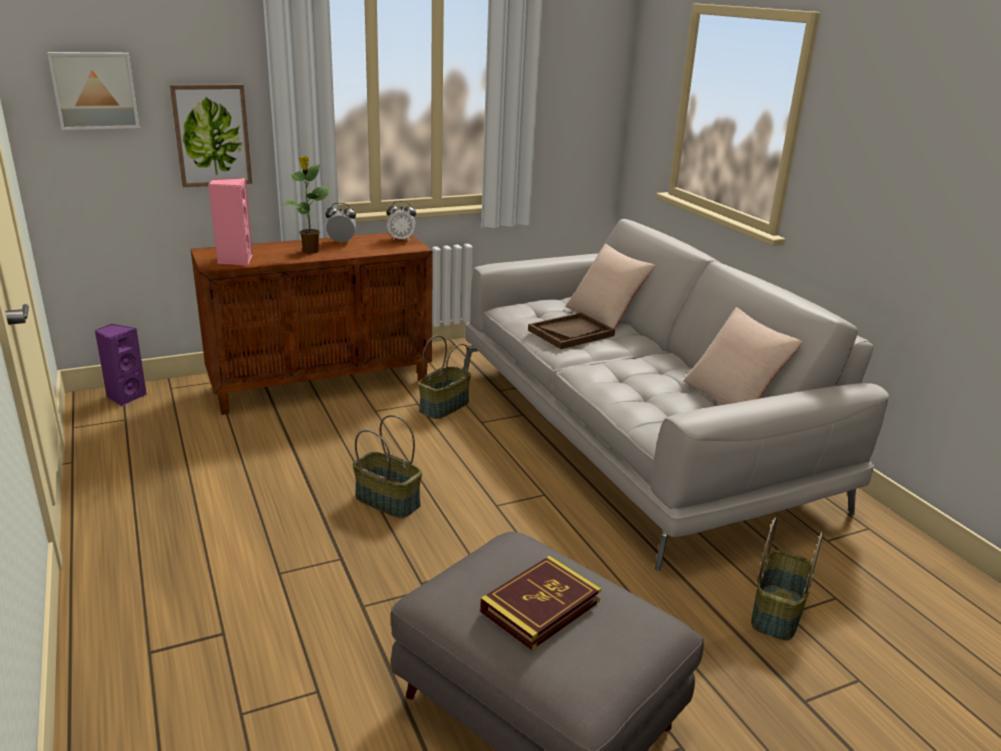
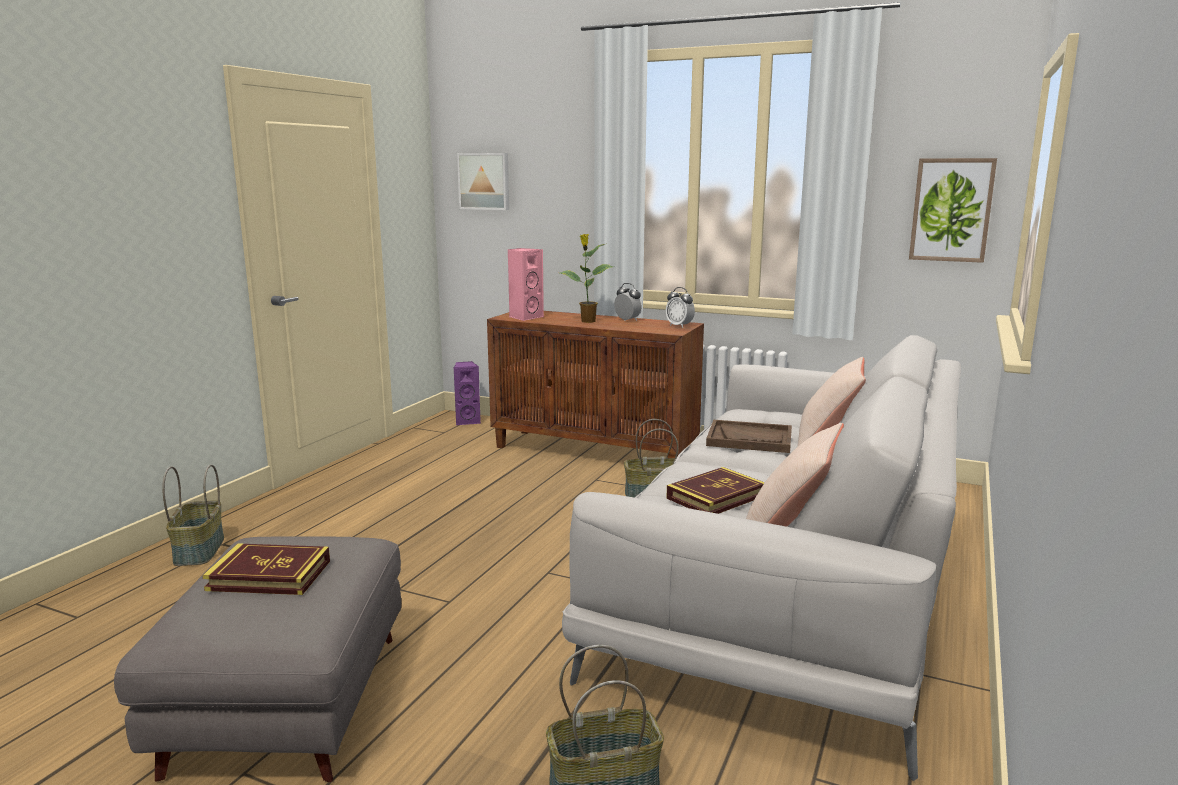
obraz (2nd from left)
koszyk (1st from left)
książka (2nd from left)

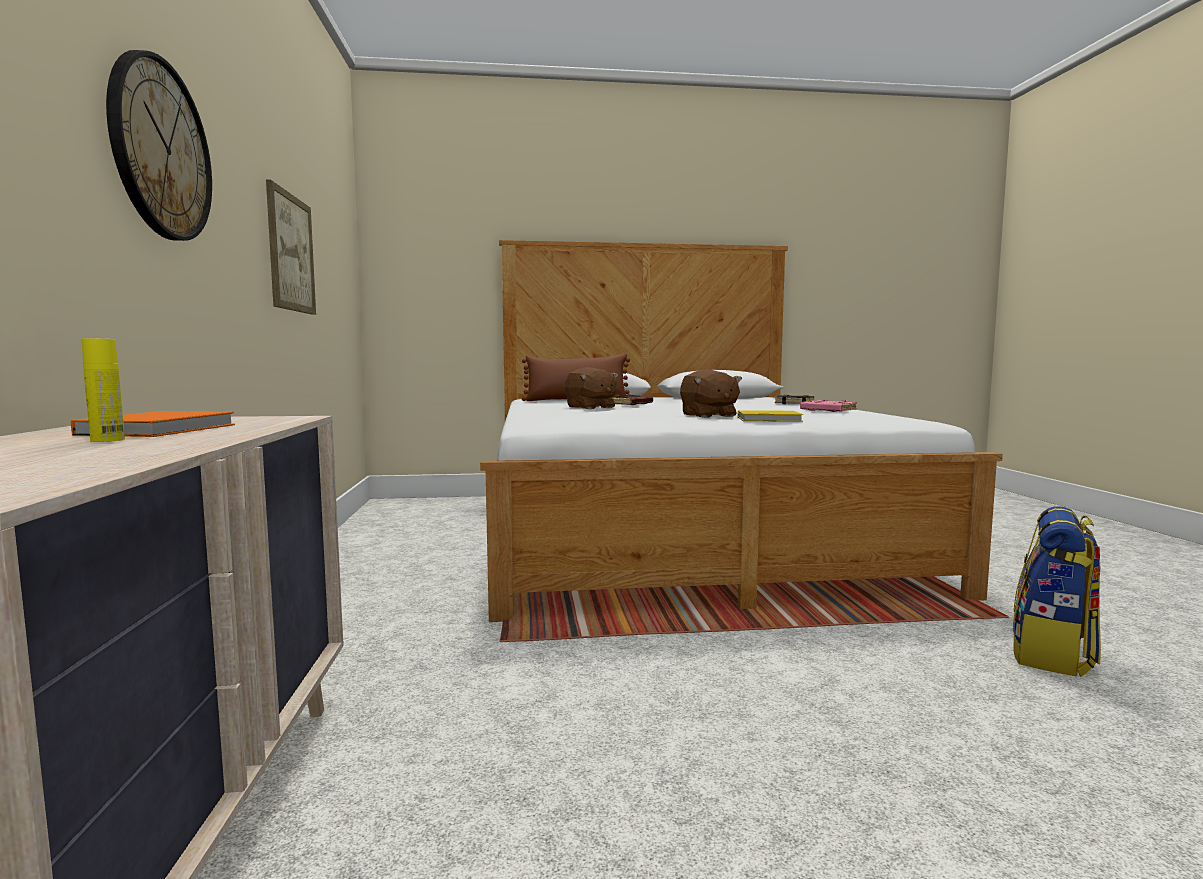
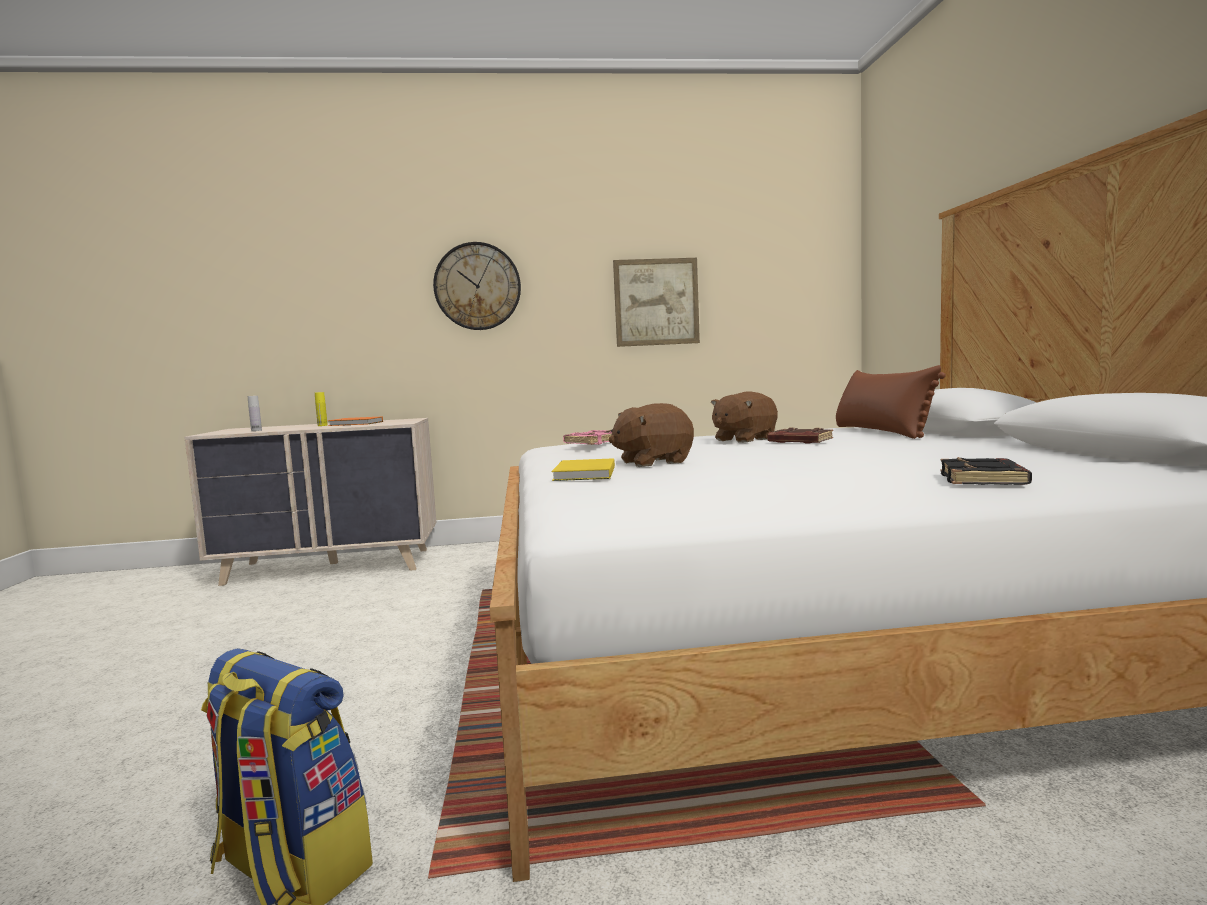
książka (różowy)
butelka (biały)

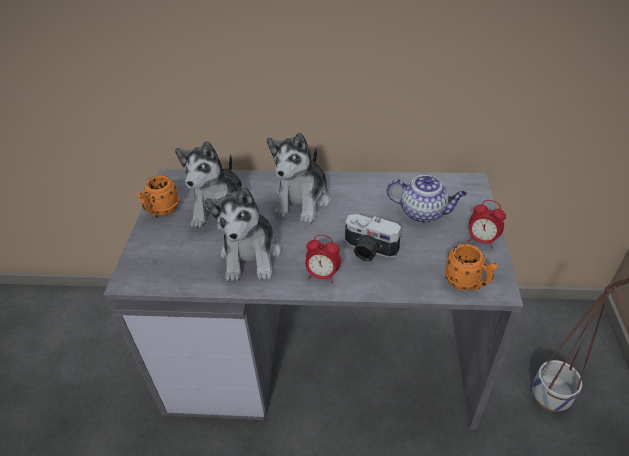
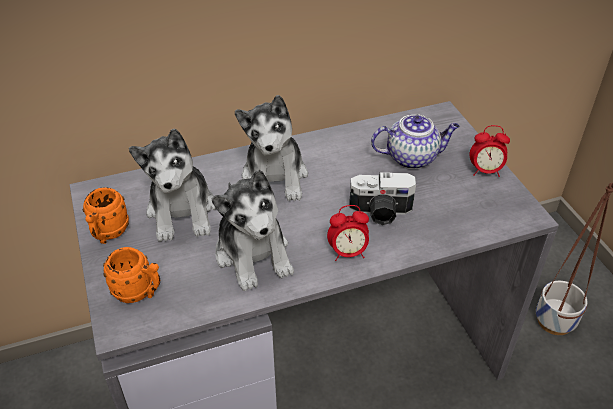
kubek (pomarańczowy) (2nd from left)

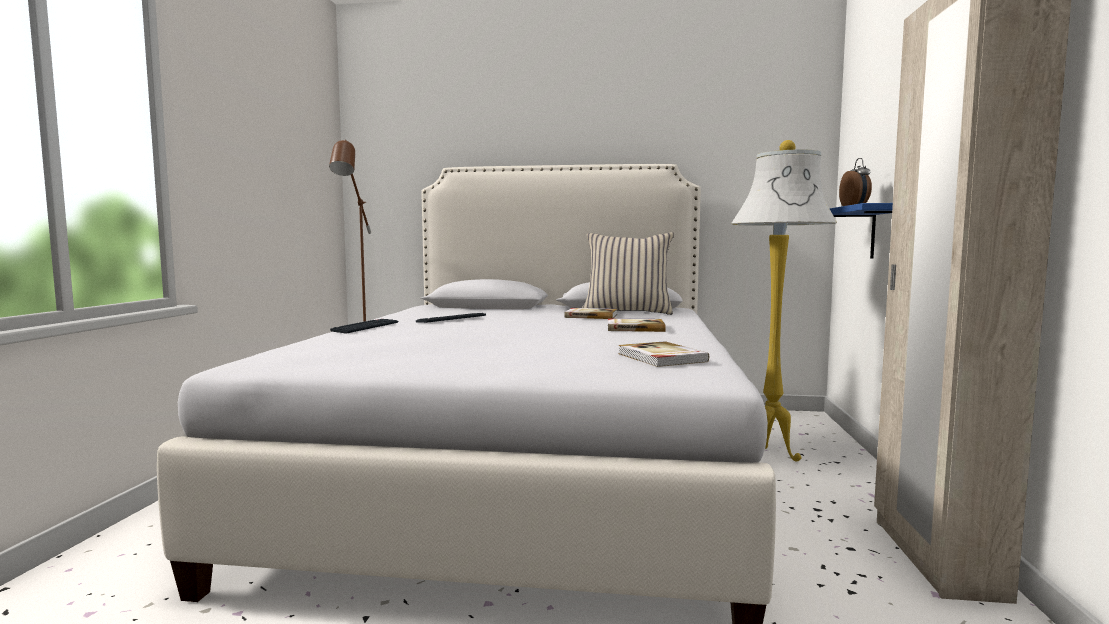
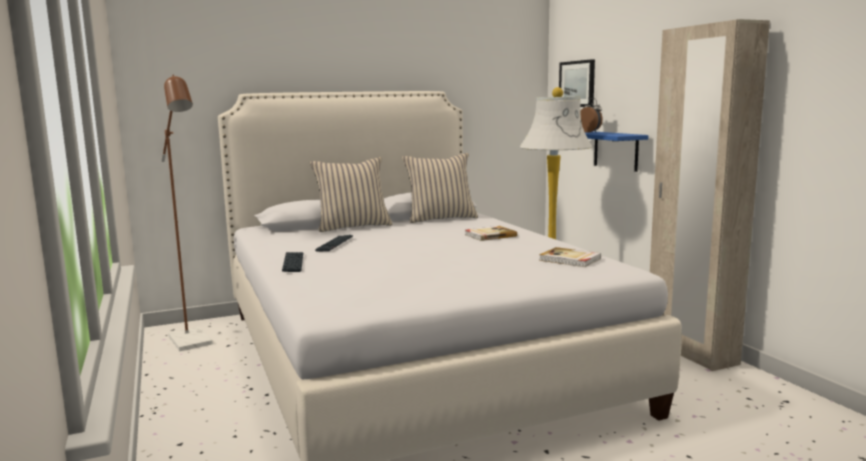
książka (1st from left in the first image)
poduszka (beżowy) (1st from left)
obraz

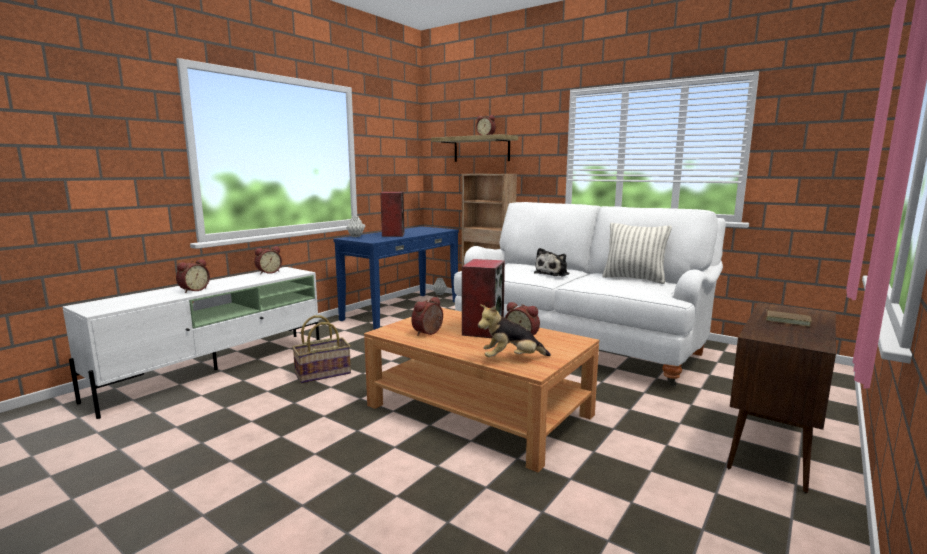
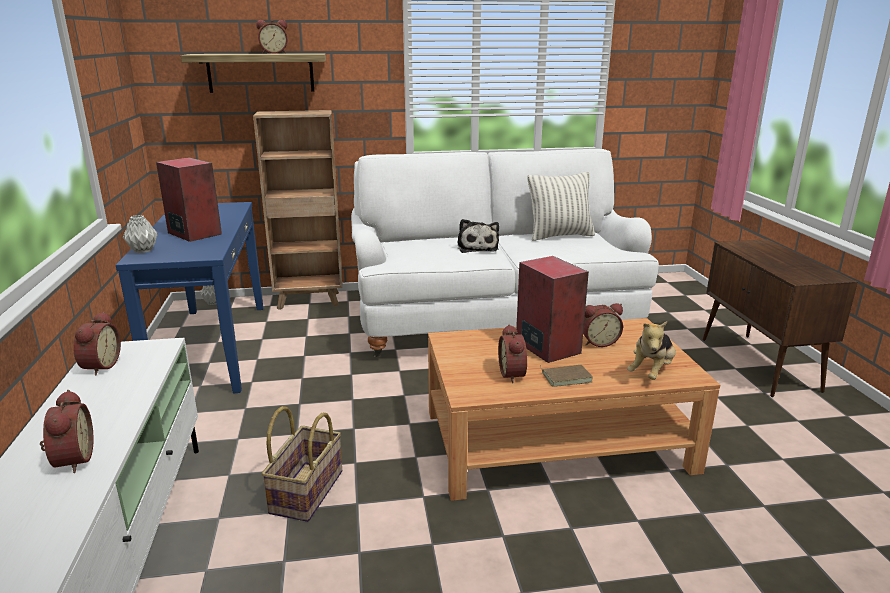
książka (brązowy)

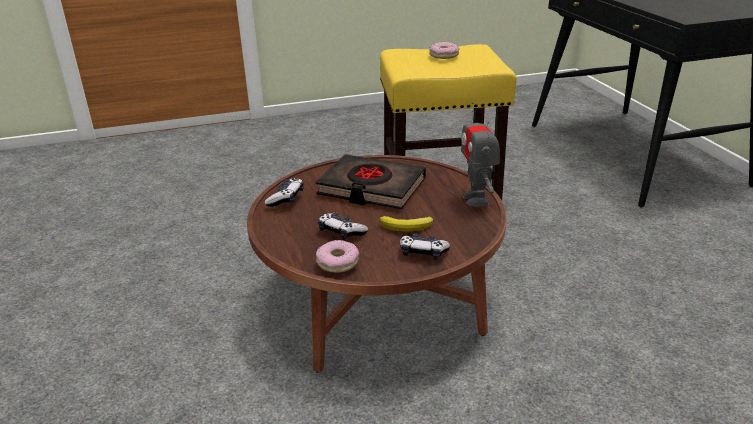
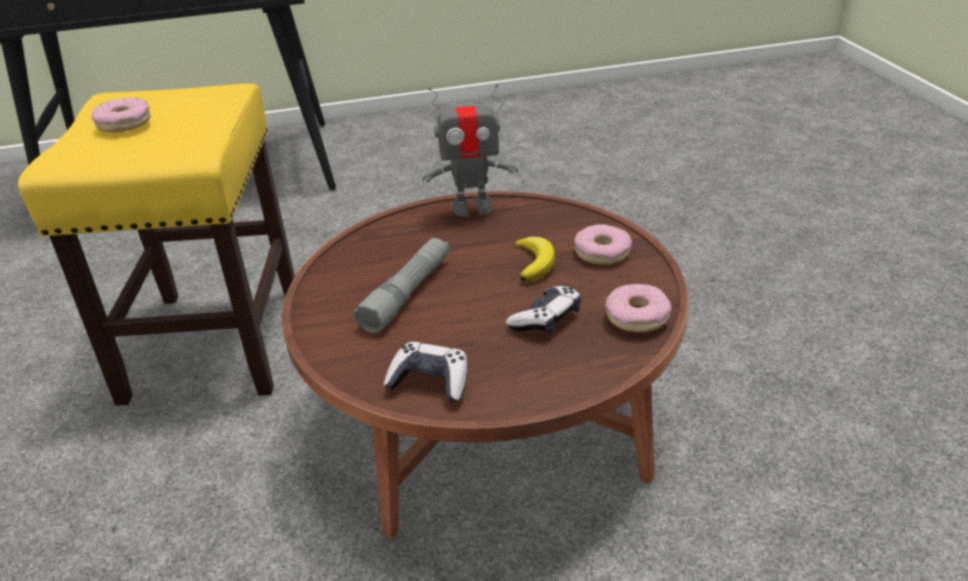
latarka (szary)
donut (2nd from left)

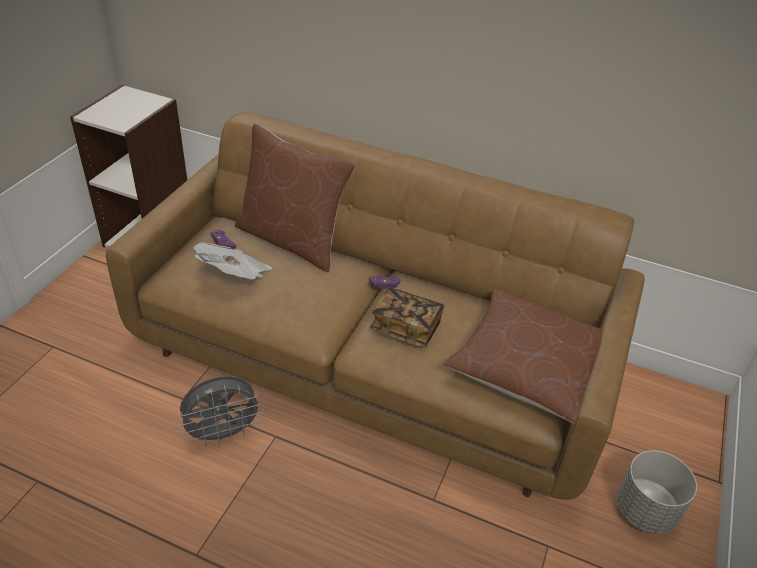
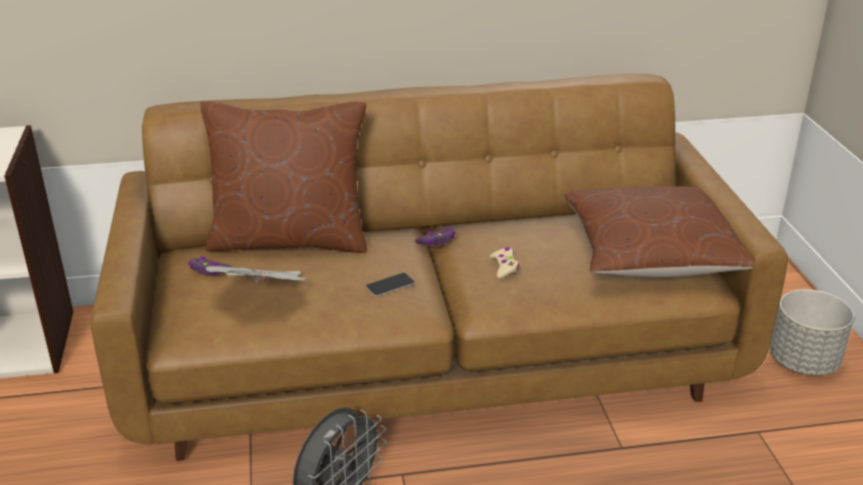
pad do gier (beżowy)
telefon

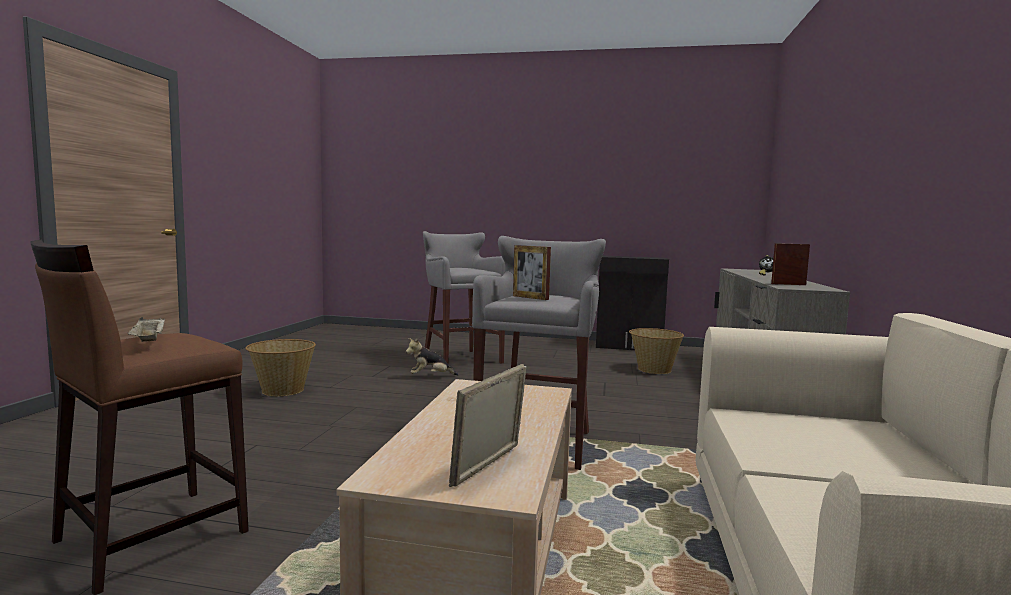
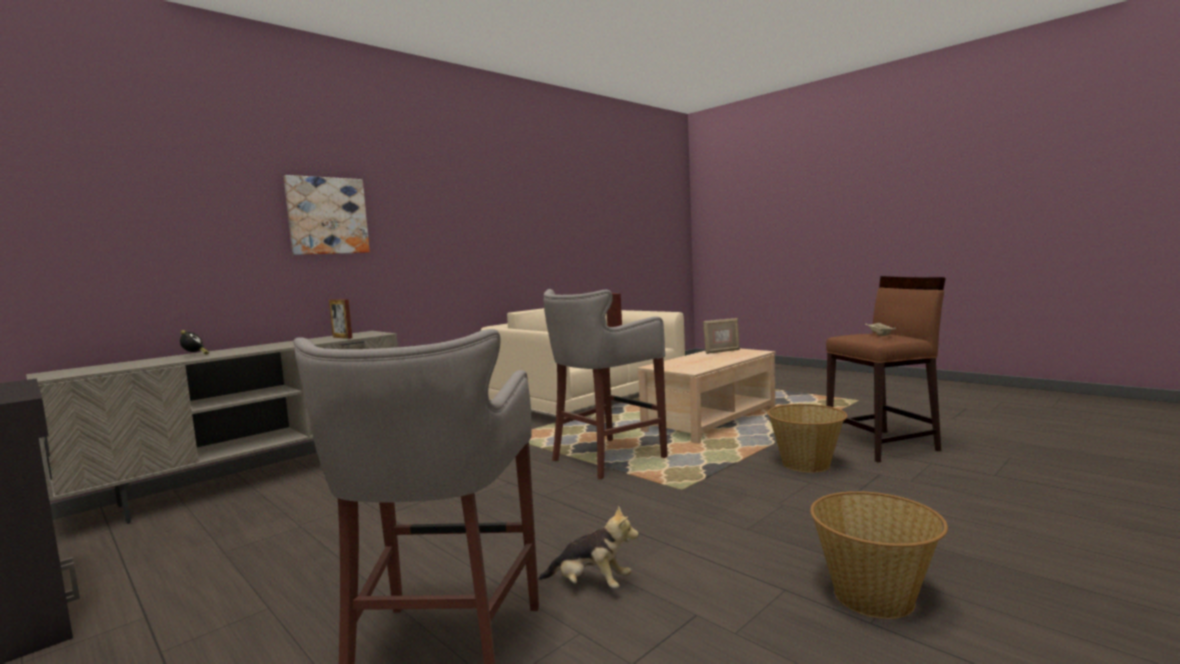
koszyk (1st from left)
obraz

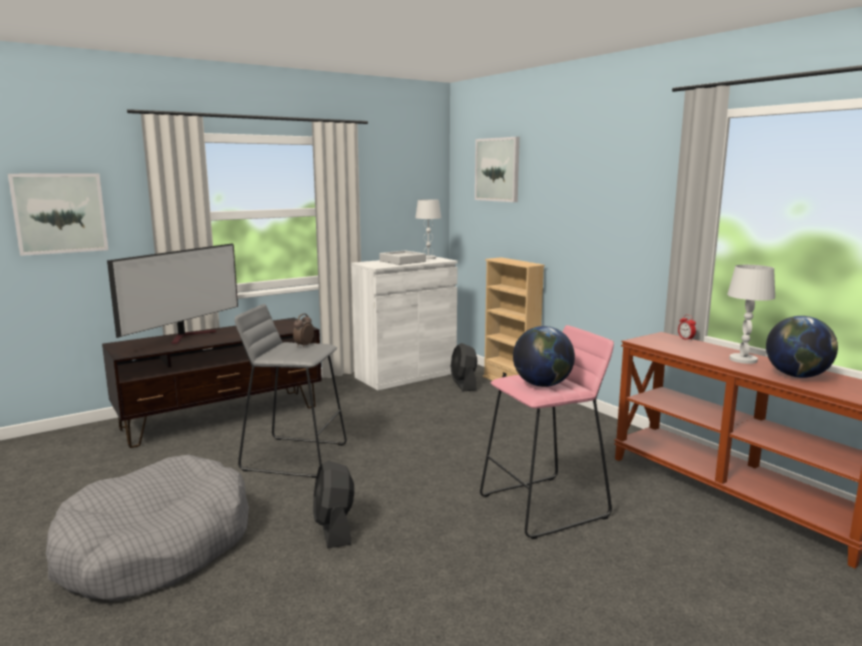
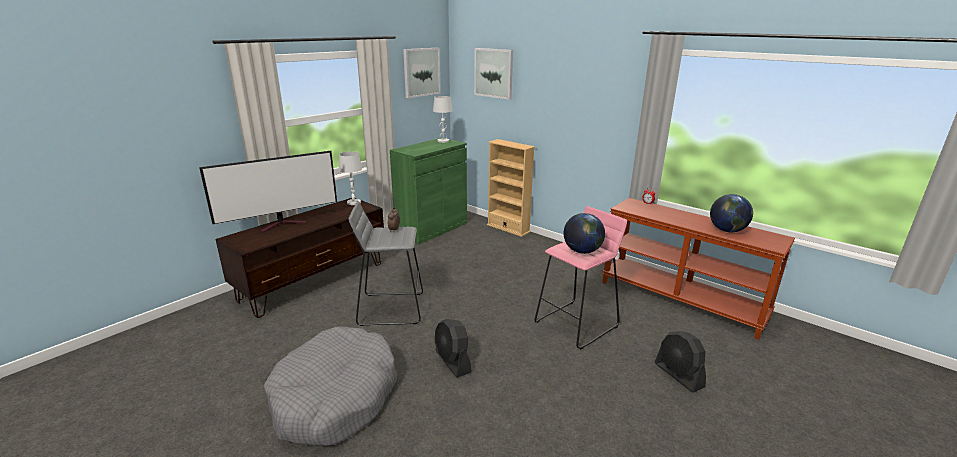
obraz (1st from left)
telewizor
szafka (zielony)
taca (szary)
wentylator (czarny) (2nd from left)
lampa stołowa (biały) (1st from left)

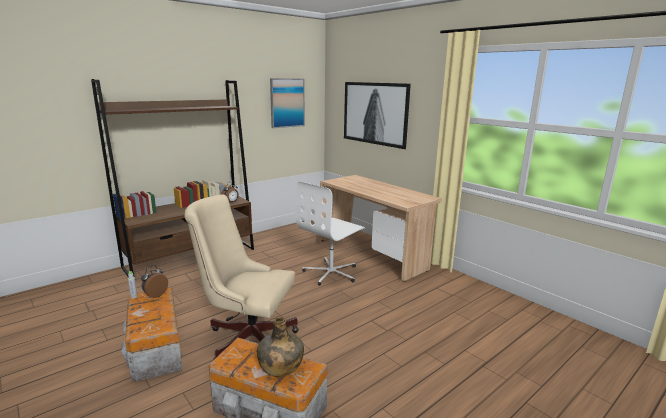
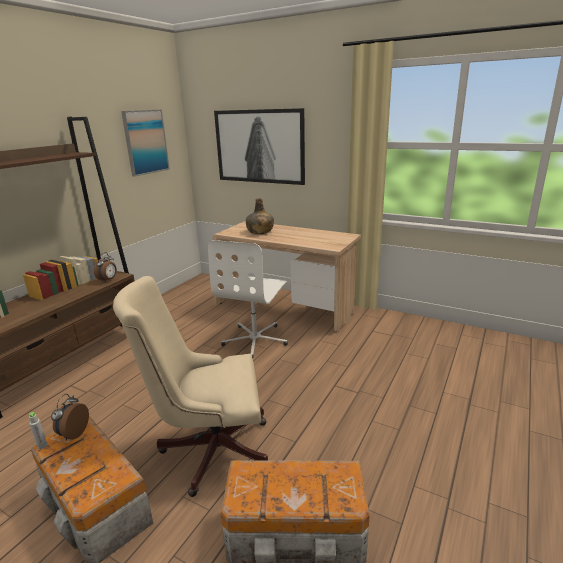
butelka (zielony)

